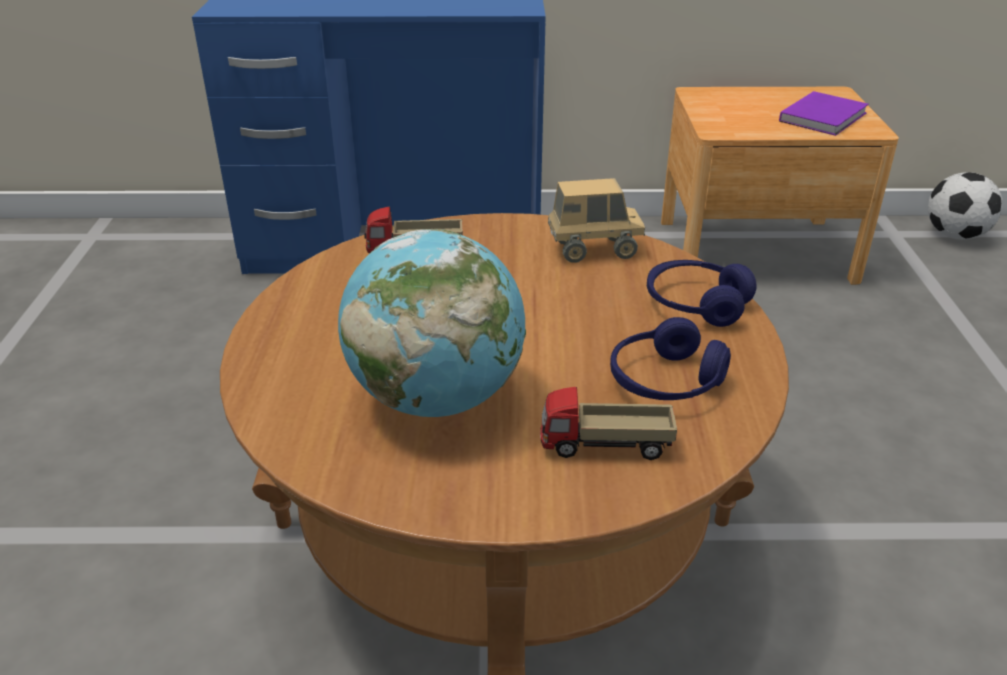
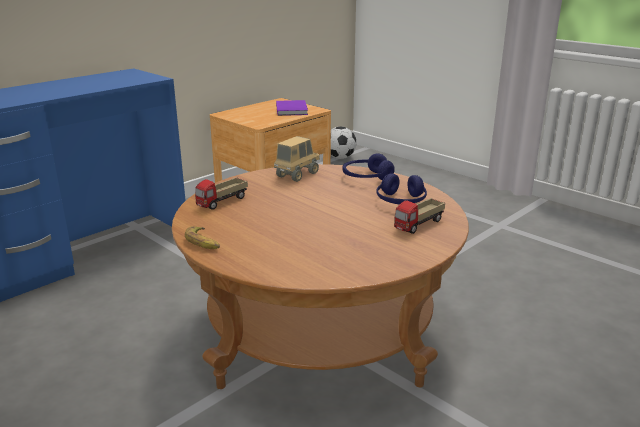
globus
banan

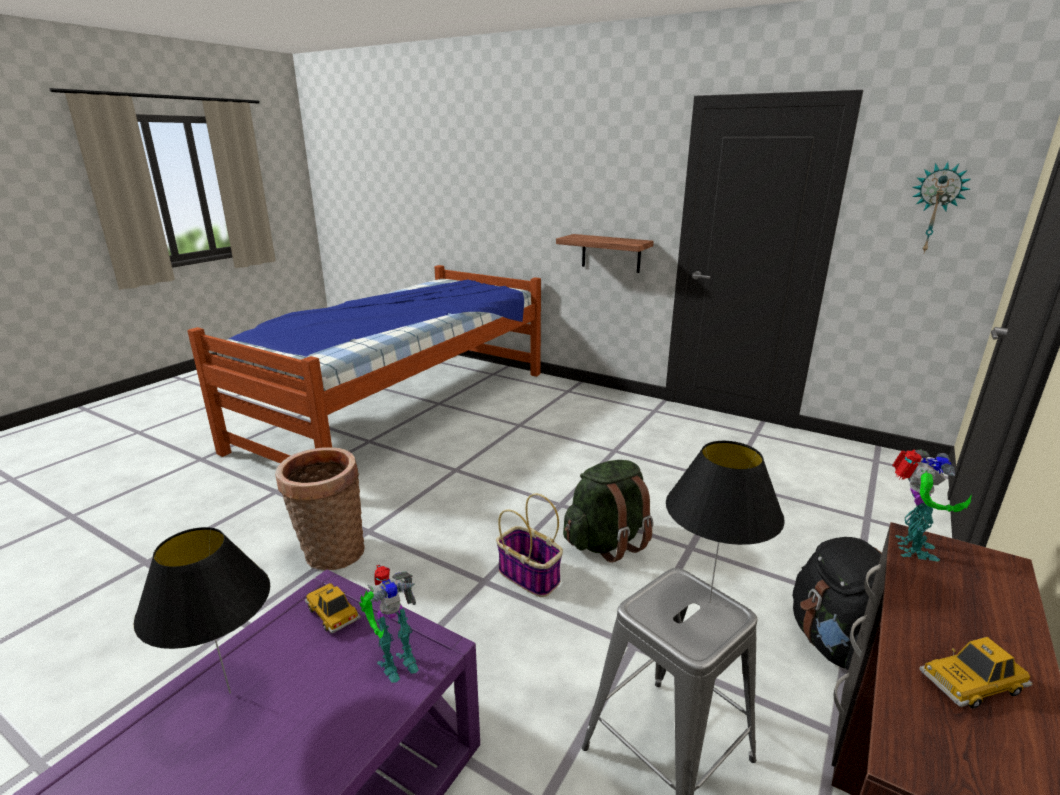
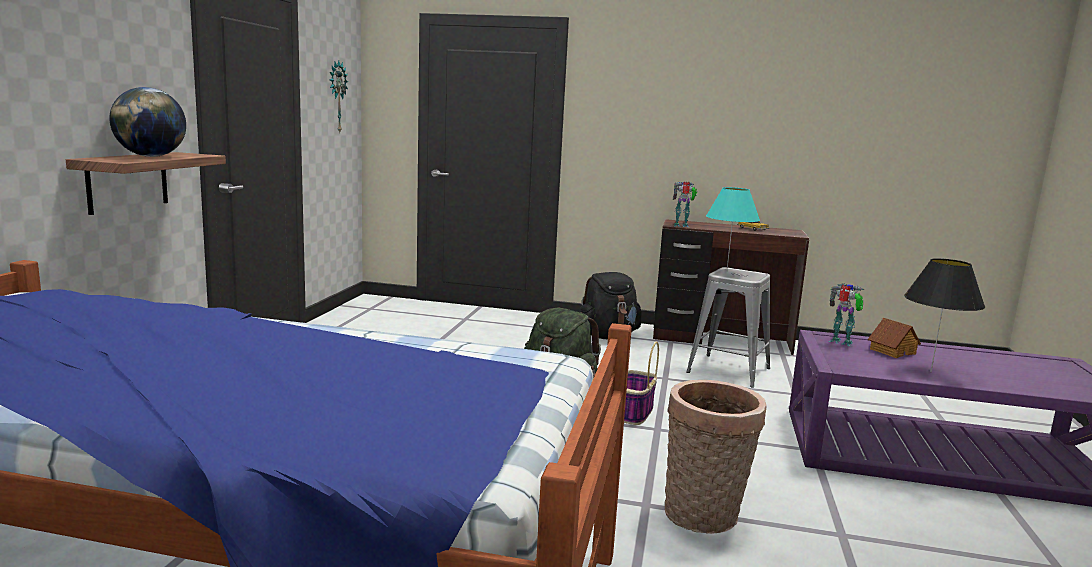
samochodzik (1st from left in the first image)
lampa stołowa (turkusowy)
globus
domek

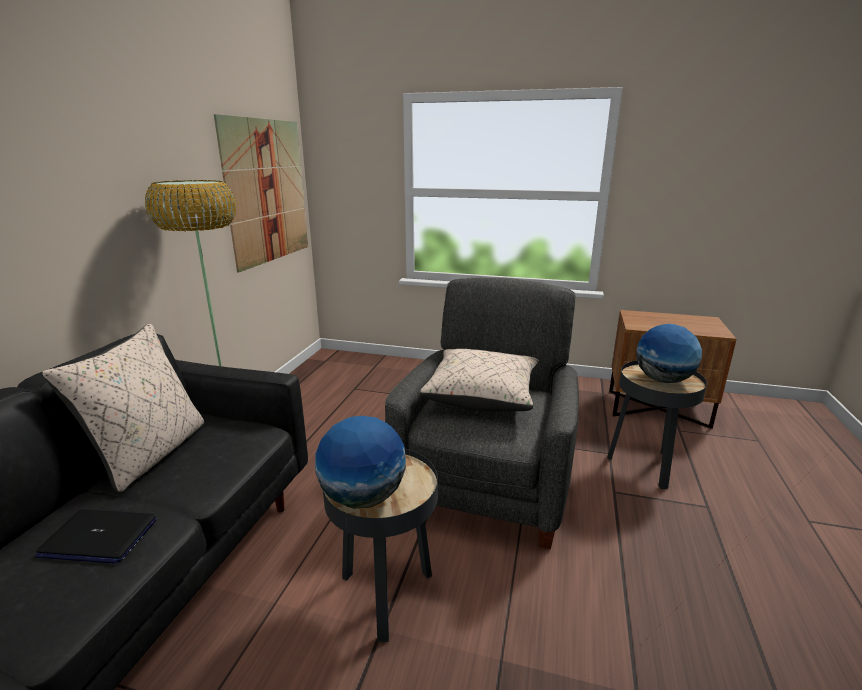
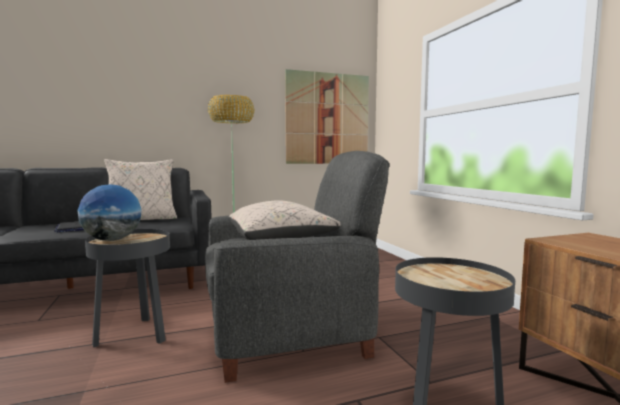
globus (2nd from left in the first image)

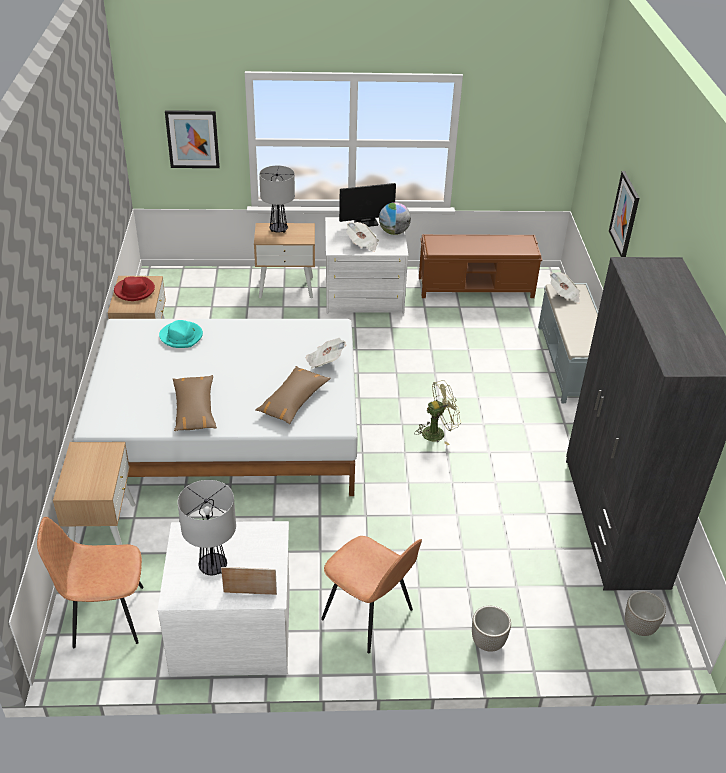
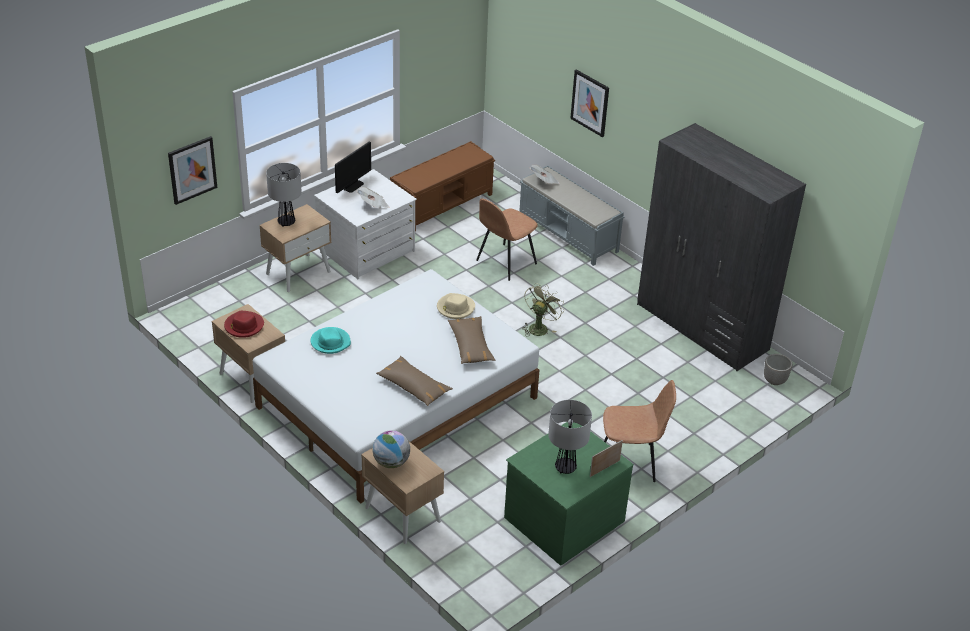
krzesło (brązowy) (1st from left)
komoda (zielony)
kapelusz (beżowy)
globus
donica (1st from left in the first image)

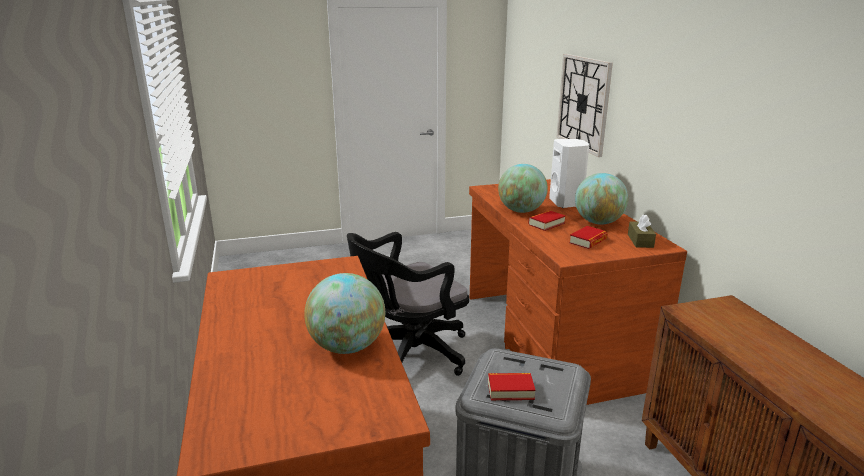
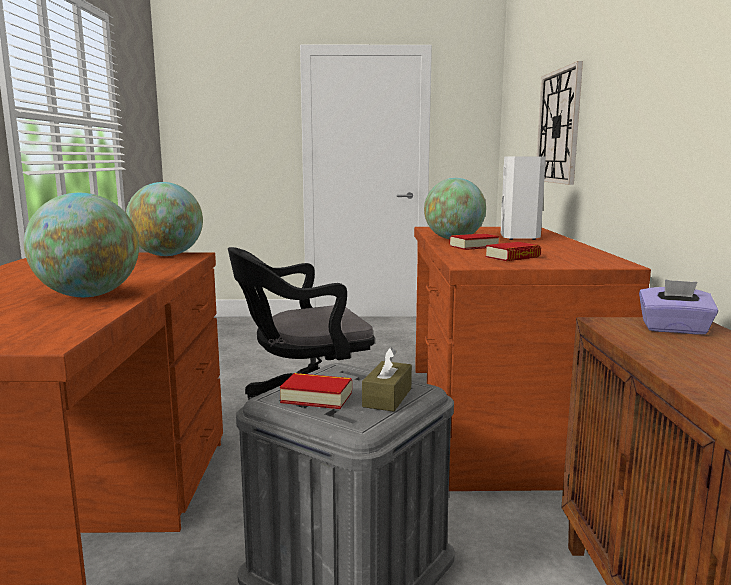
globus (2nd from left)
pudełko chusteczek (brązowy)
pudełko chusteczek (fioletowy)

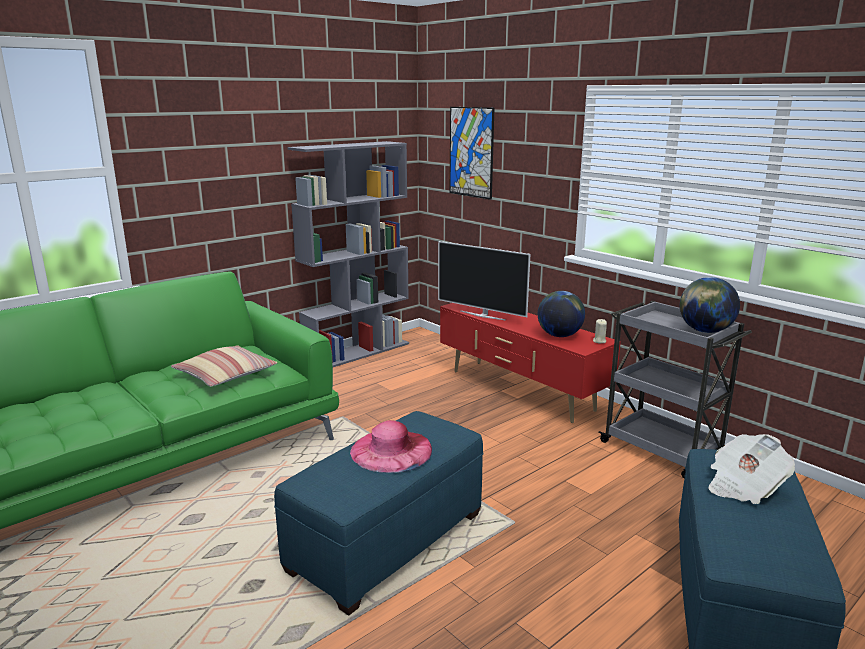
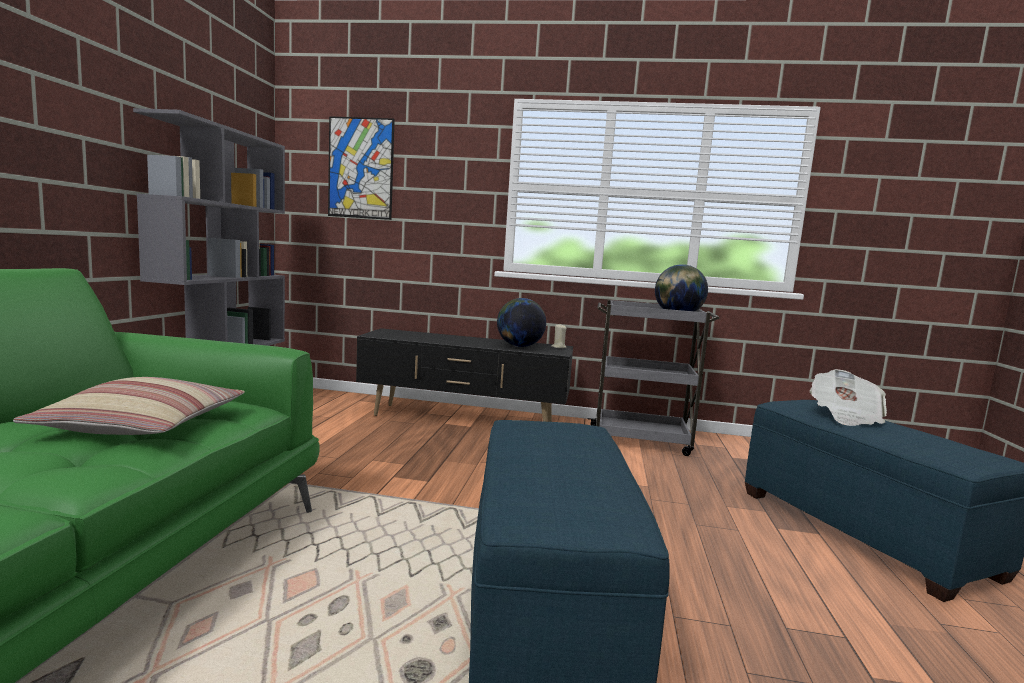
kapelusz (różowy)
telewizor
szafka pod telewizor (czarny)

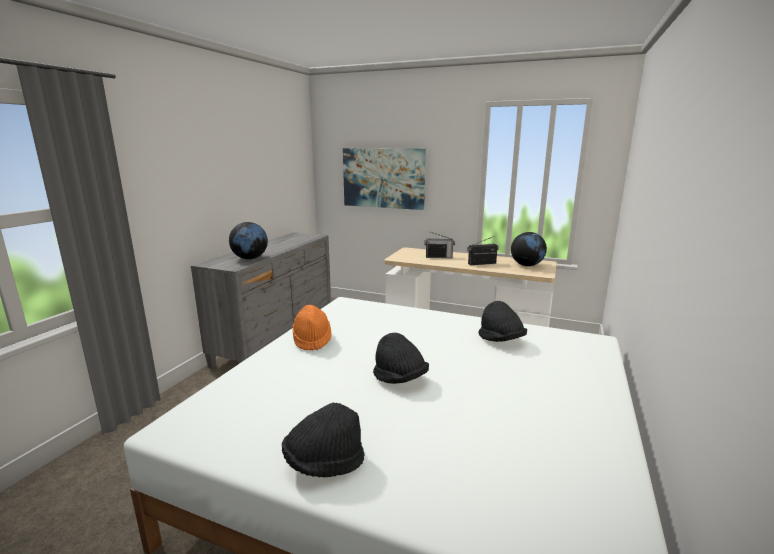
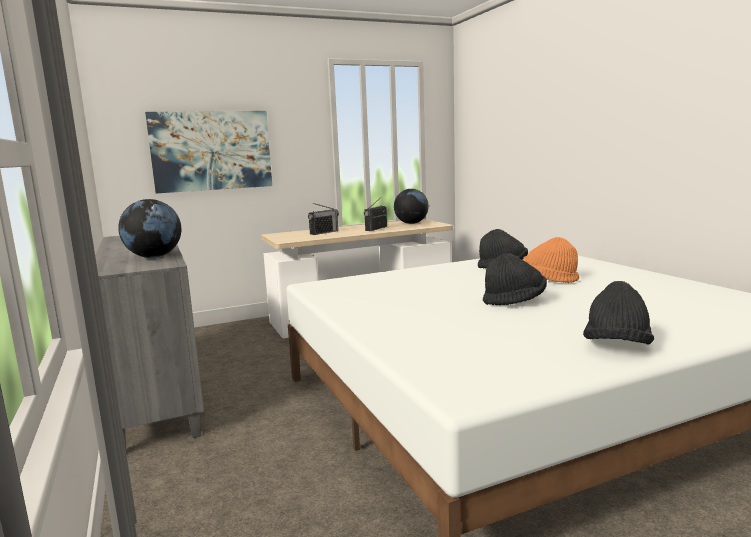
kapelusz (pomarańczowy)

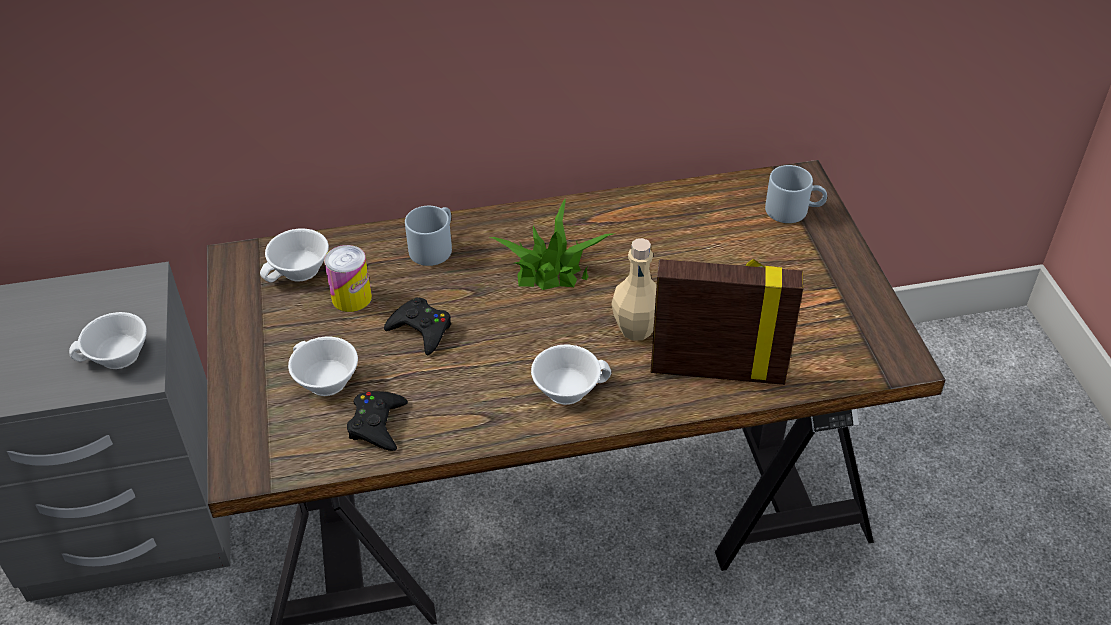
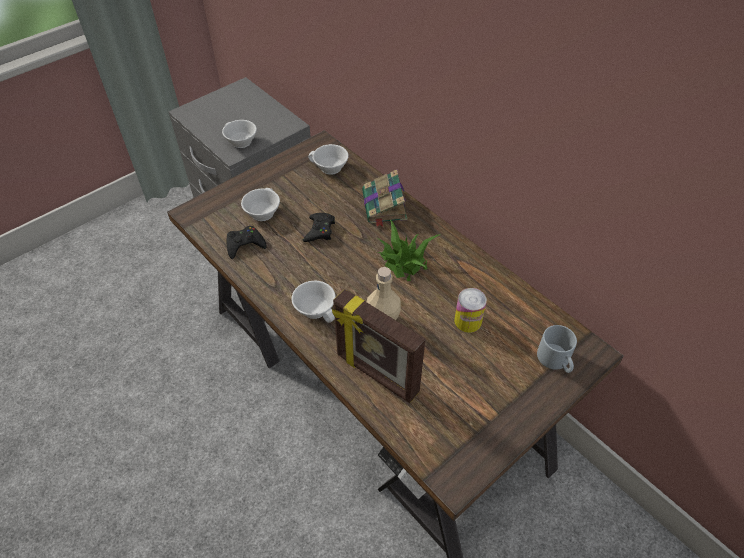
puszka
książka
ramka na zdjęcie

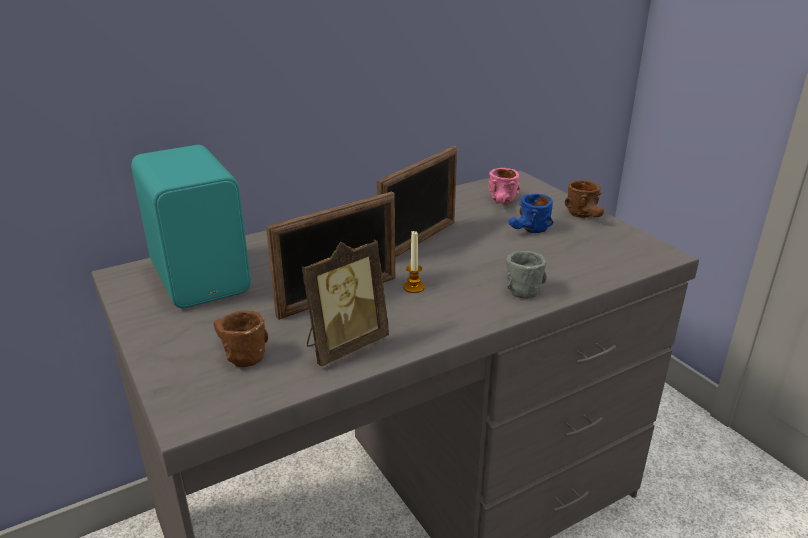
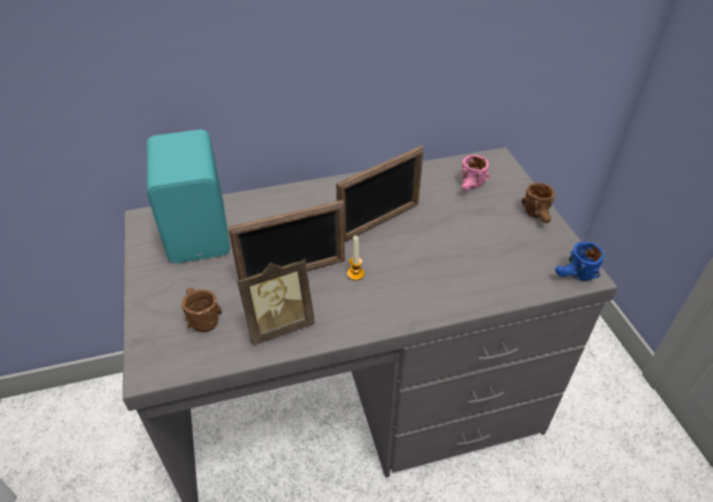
kubek (szary)
kubek (niebieski)

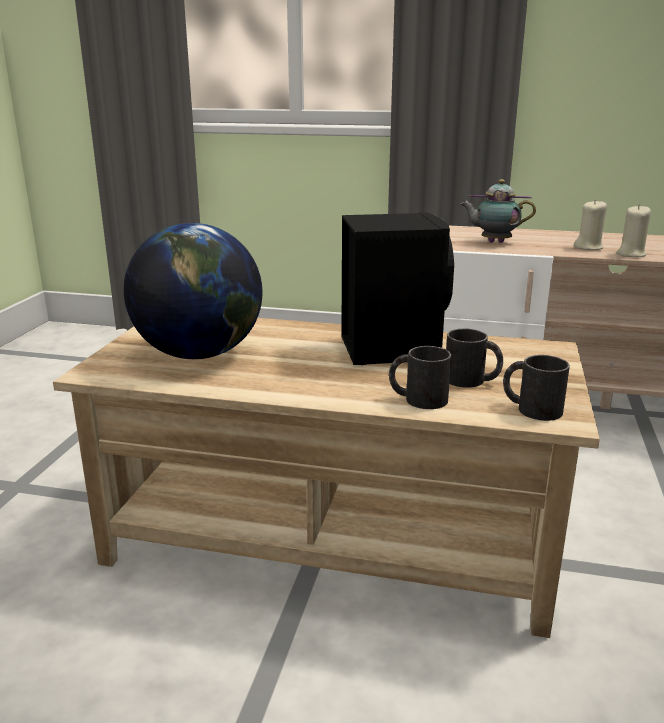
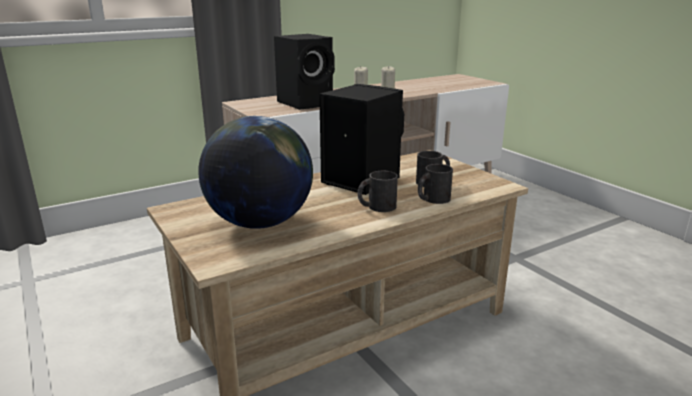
głośnik (czarny) (1st from left)
kubek (czarny) (1st from left)

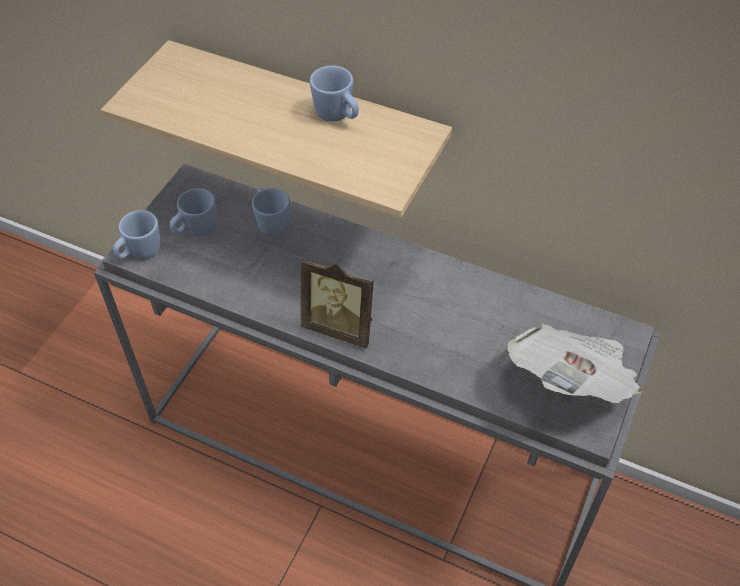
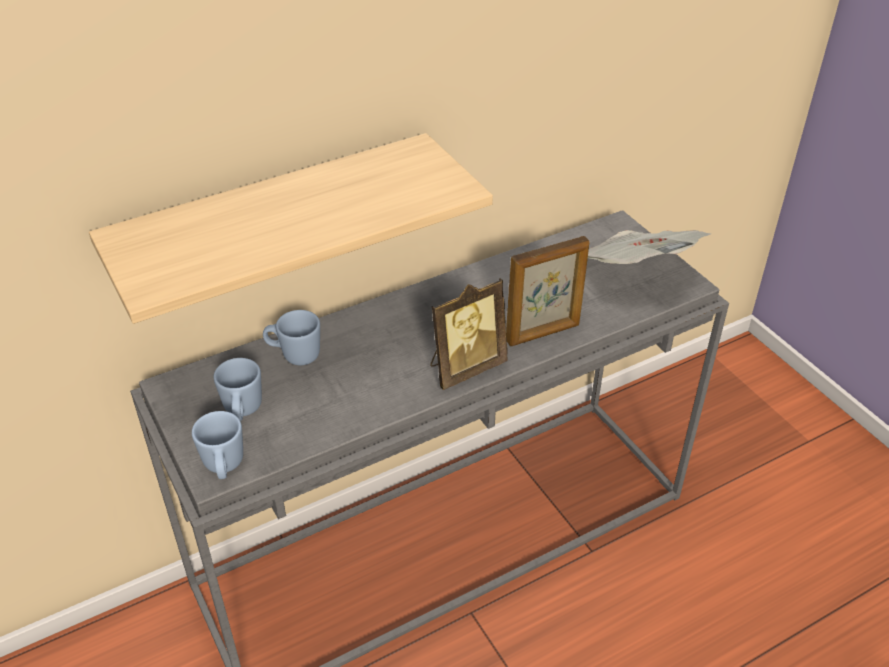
kubek (niebieski) (4th from left in the first image)
ramka na zdjęcie (2nd from left)

